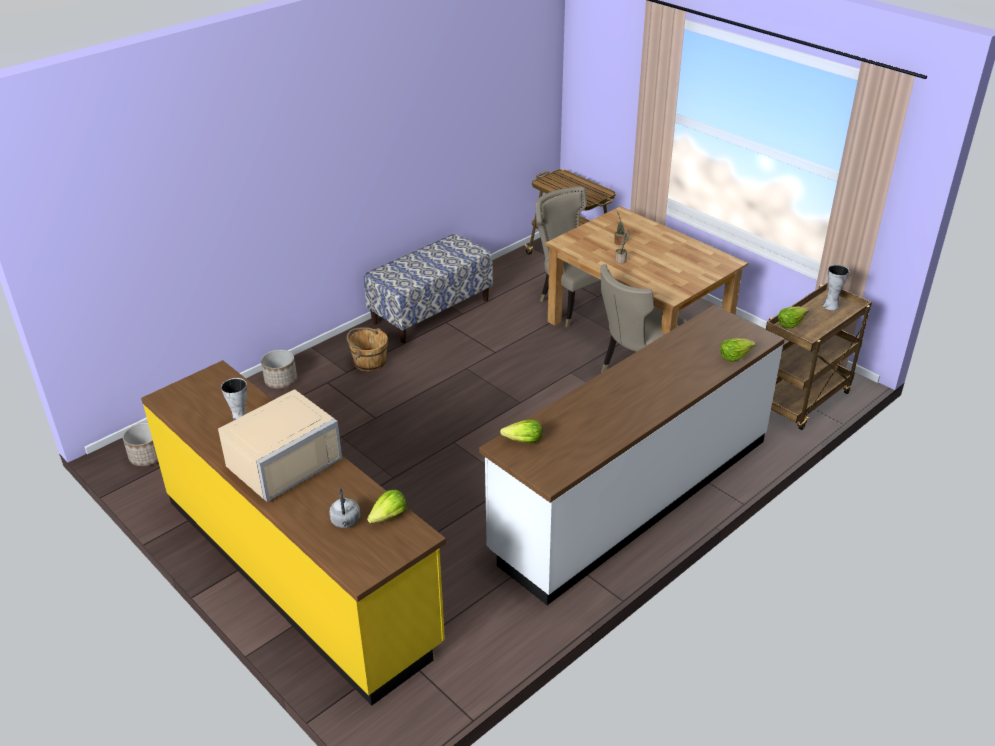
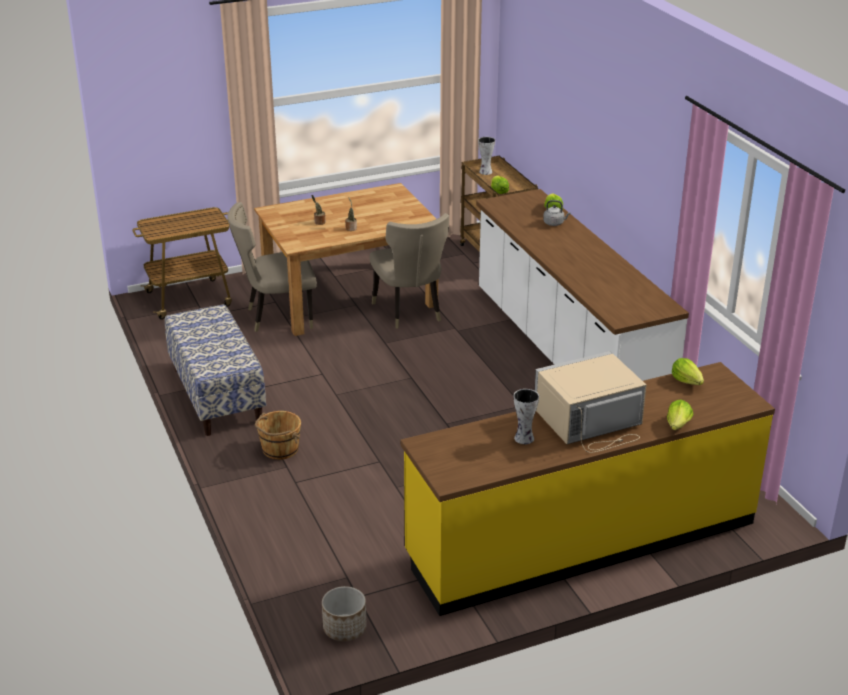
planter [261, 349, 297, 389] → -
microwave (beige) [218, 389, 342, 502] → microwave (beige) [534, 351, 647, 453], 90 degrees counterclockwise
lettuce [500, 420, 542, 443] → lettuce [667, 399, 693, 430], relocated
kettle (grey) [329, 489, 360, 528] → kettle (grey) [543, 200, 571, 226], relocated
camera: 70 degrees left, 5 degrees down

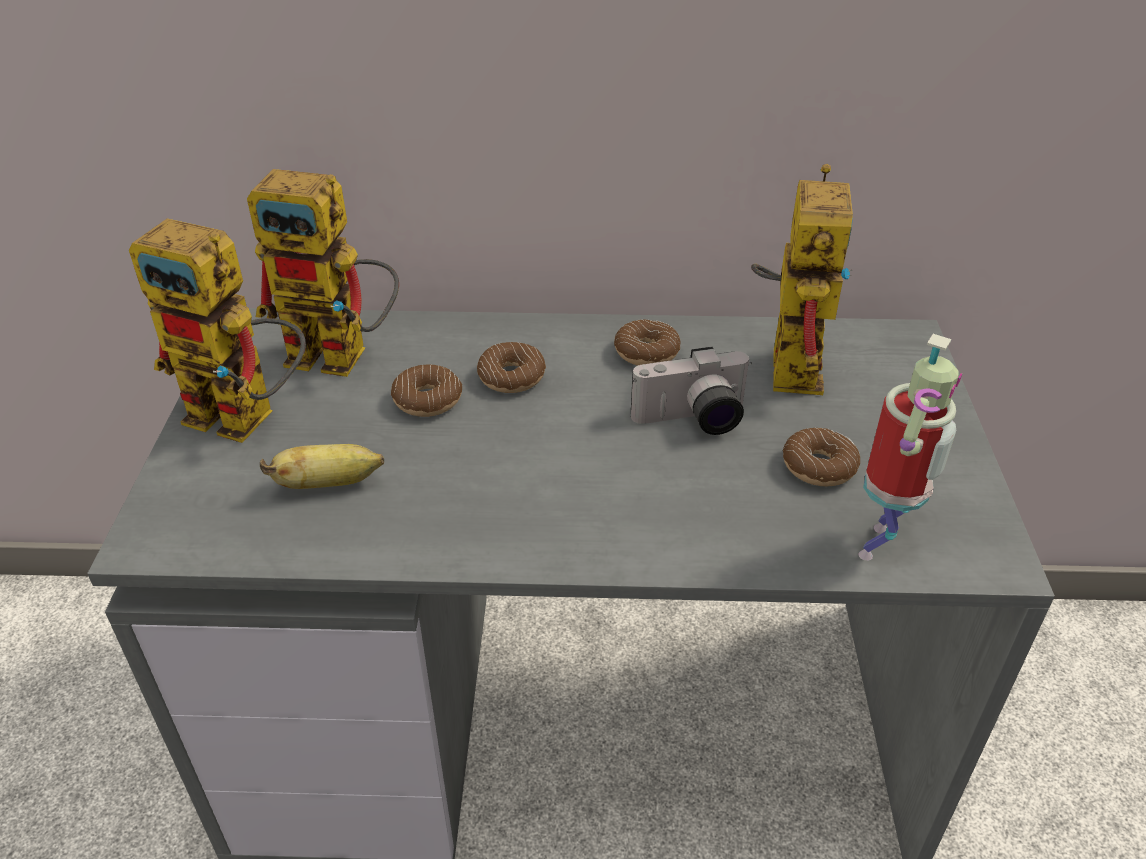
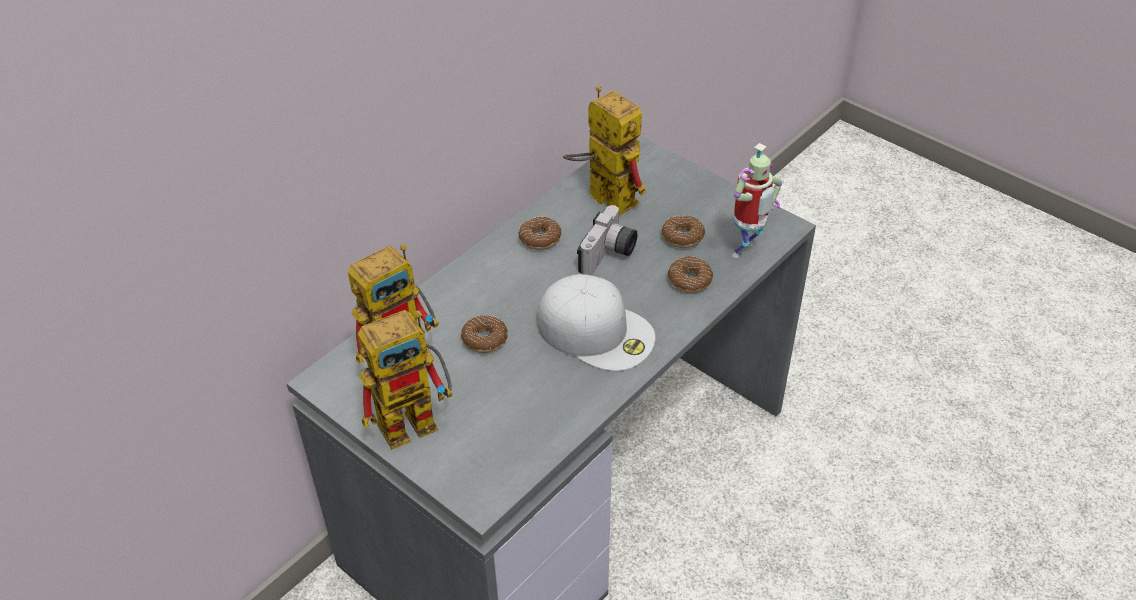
toy robot [858, 334, 962, 561] → toy robot [732, 143, 782, 258], 60 degrees clockwise
donut [477, 342, 546, 393] → donut [668, 256, 713, 293], relocated
banana [260, 444, 384, 489] → -
- → cap (white) [537, 274, 656, 371]
camera: 50 degrees left, 5 degrees up

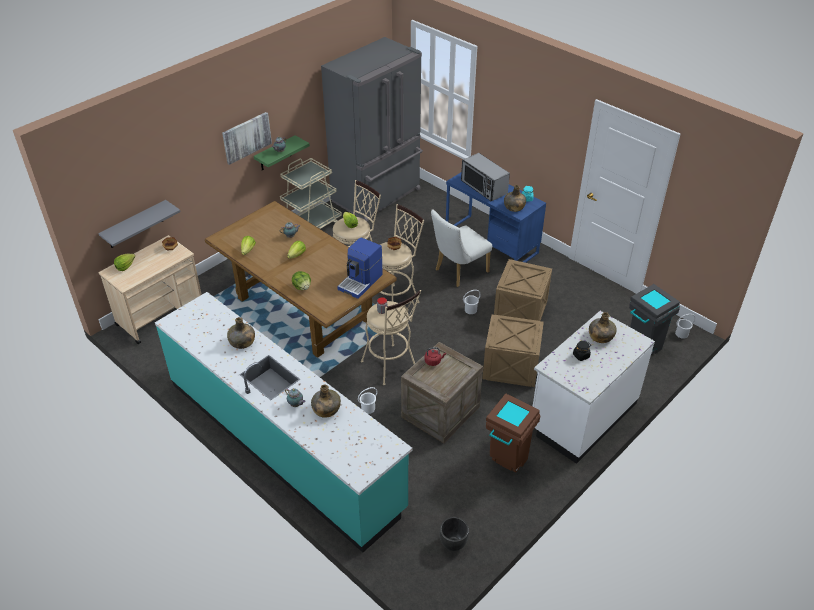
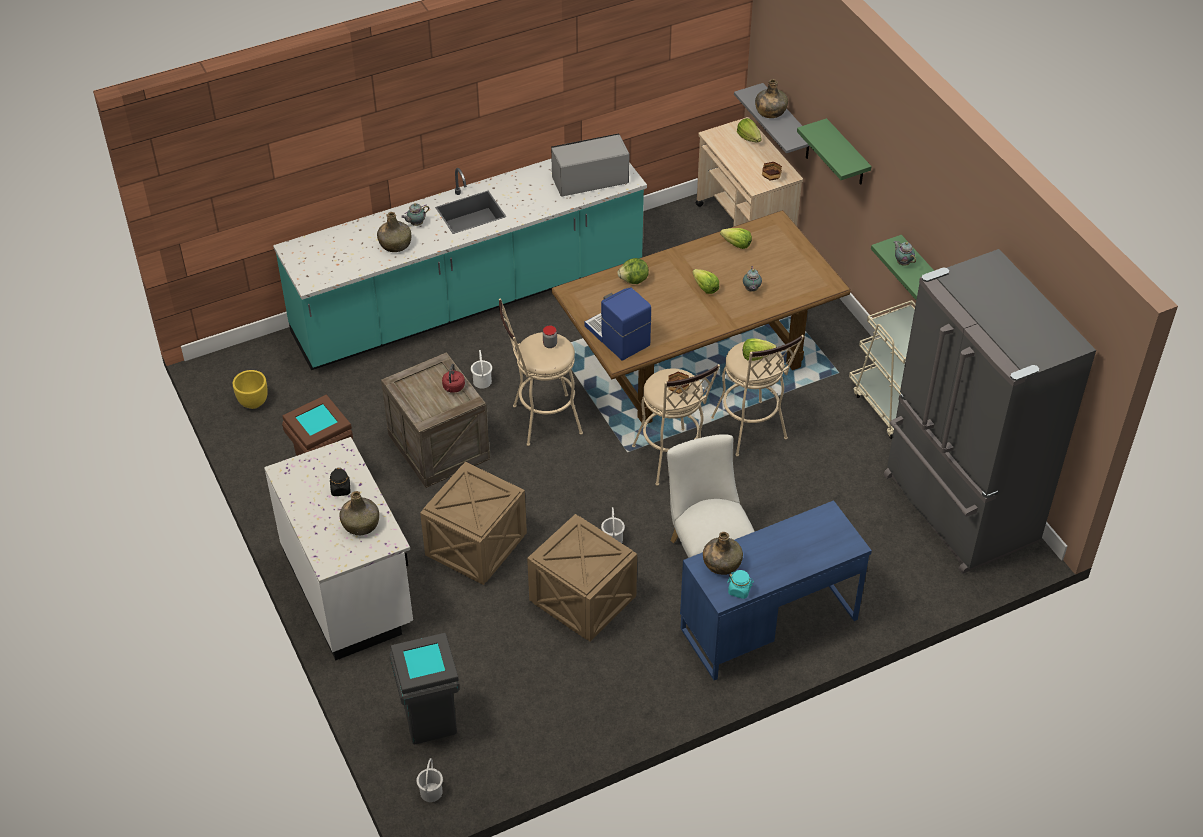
picture [222, 112, 272, 165] → -
microwave [461, 153, 510, 201] → microwave [551, 134, 629, 197], relocated
bottle (green) [227, 317, 255, 349] → bottle (green) [755, 79, 788, 118], relocated
planter (black) [440, 517, 469, 551] → planter (yellow) [233, 370, 268, 409]
- → shelf (green) [797, 118, 871, 185]
camera: 110 degrees right, 5 degrees up

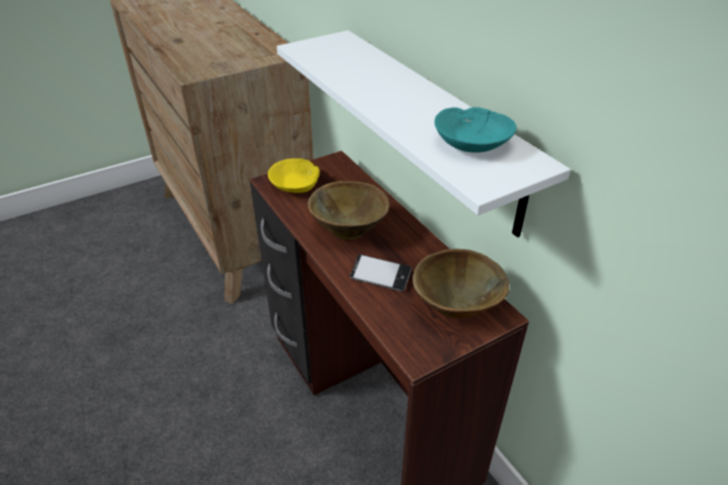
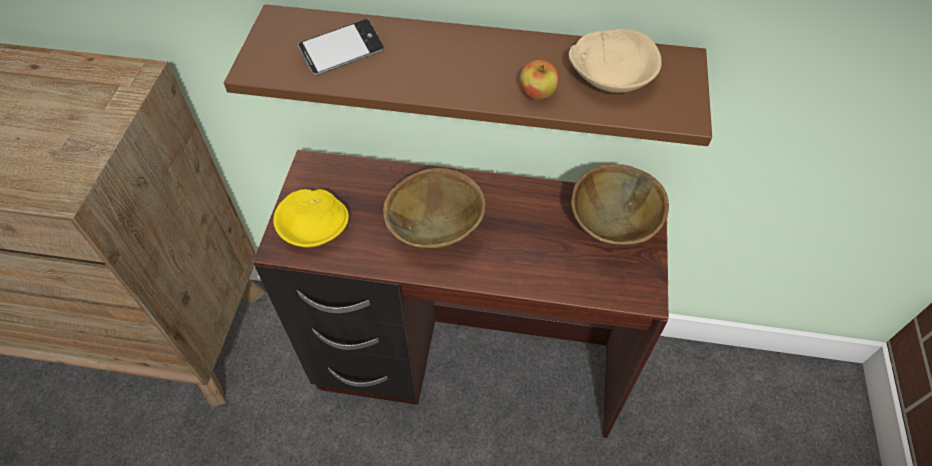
shelf (white) [277, 30, 571, 238] → shelf (brown) [224, 4, 712, 146]
bowl (turquoise) [434, 107, 517, 153] → bowl (beige) [569, 29, 662, 93]
phone [350, 254, 412, 291] → phone [298, 19, 384, 75], relocated
- → apple [520, 60, 559, 100]
camera: 50 degrees left, 15 degrees up

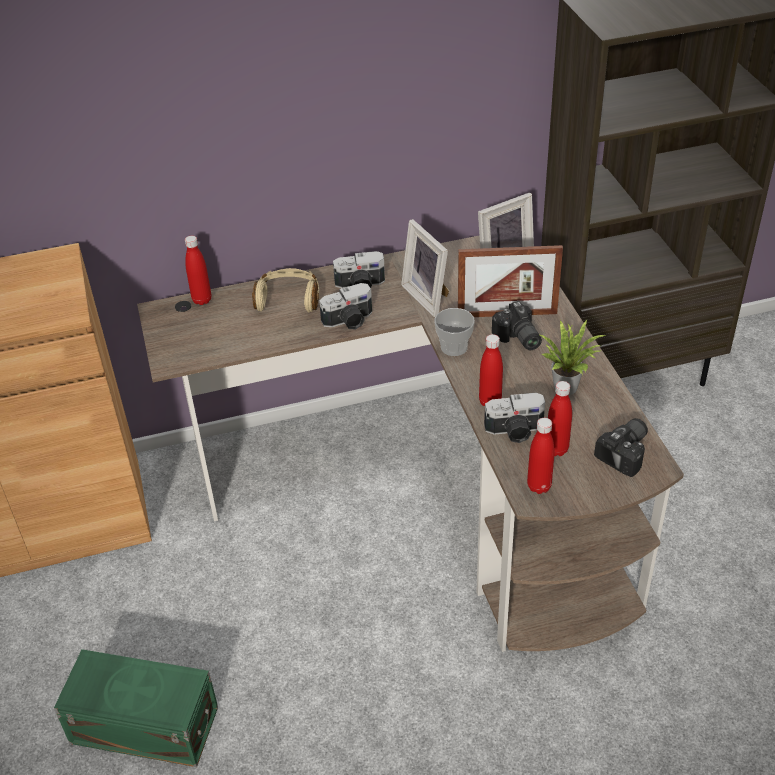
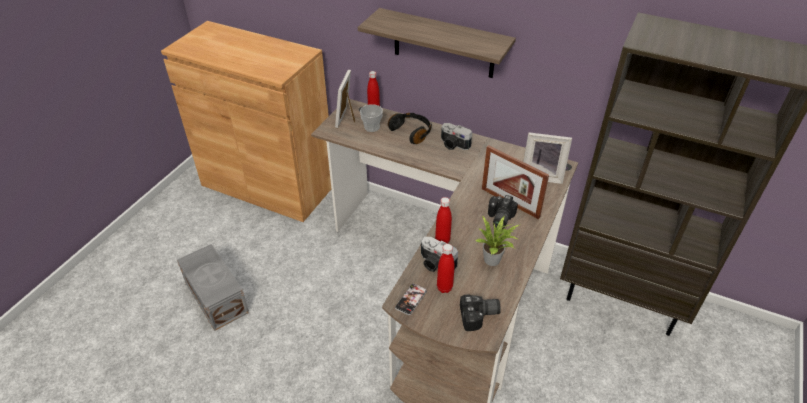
picture frame [401, 219, 449, 317] → picture frame [335, 70, 355, 128], relocated
headphones (beige) [252, 268, 319, 312] → headphones (black) [388, 113, 432, 144]
photo camera [319, 283, 372, 329] → -
cup [434, 308, 475, 356] → cup [360, 104, 383, 132], relocated
bottle (red) [527, 418, 555, 494] → phone [395, 284, 427, 315]
storage box (green) [54, 649, 218, 767] → storage box (grey) [177, 244, 249, 331]
- → shelf [358, 8, 516, 78]
camera: 40 degrees right, 0 degrees up

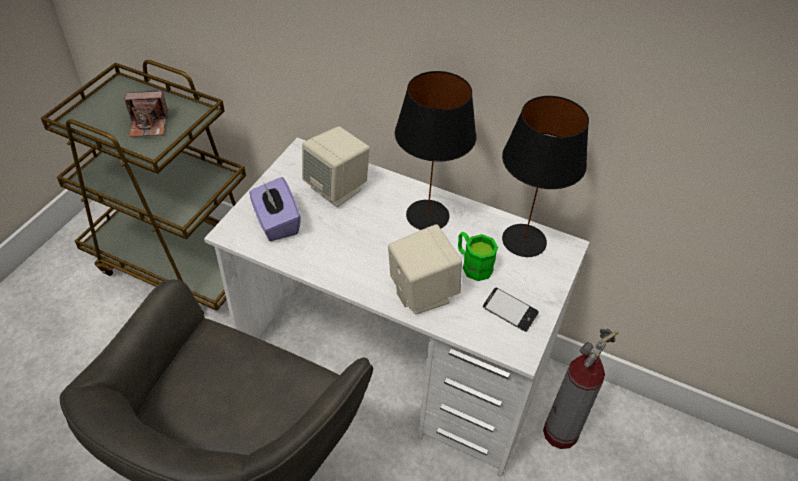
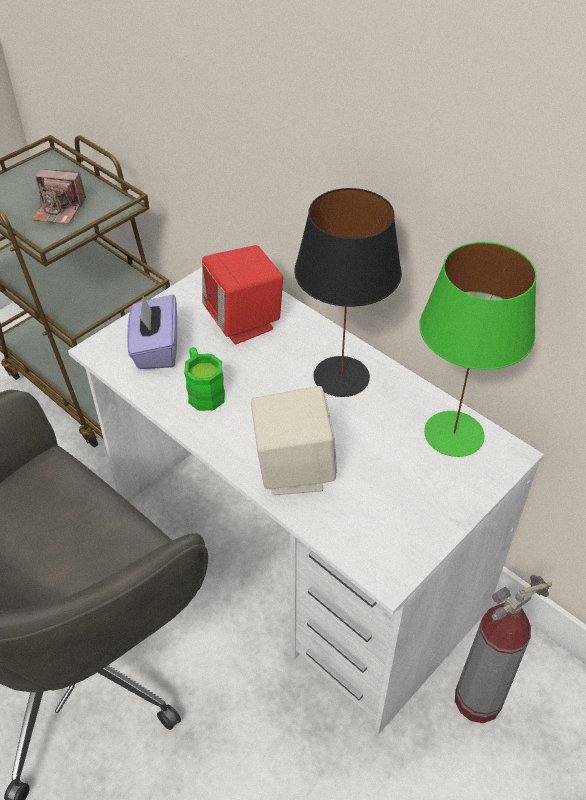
table lamp (black) [502, 96, 589, 257] → table lamp (green) [419, 242, 537, 457]
speaker (beige) [302, 126, 370, 207] → speaker (red) [202, 245, 283, 344]
mug (green) [458, 232, 498, 281] → mug (green) [184, 347, 225, 411], relocated
phone [483, 287, 539, 332] → -
camera: 20 degrees right, 0 degrees up

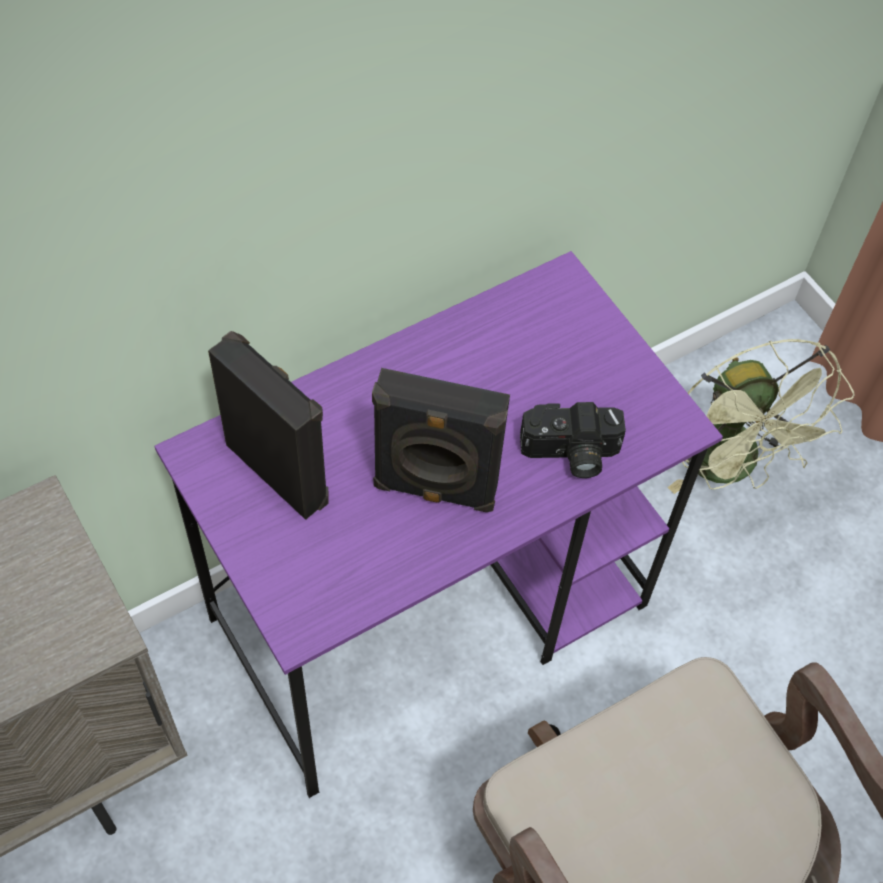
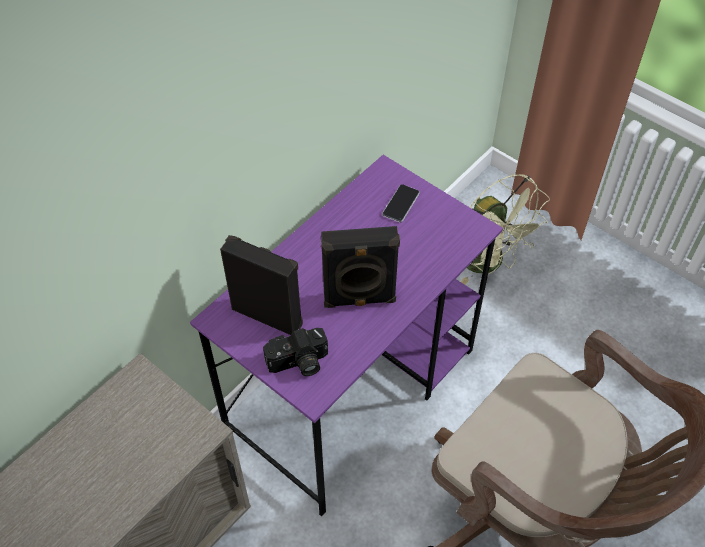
photo camera [520, 402, 626, 478] → photo camera [263, 328, 328, 376], relocated
- → phone [382, 184, 420, 222]
camera: 15 degrees left, 5 degrees down

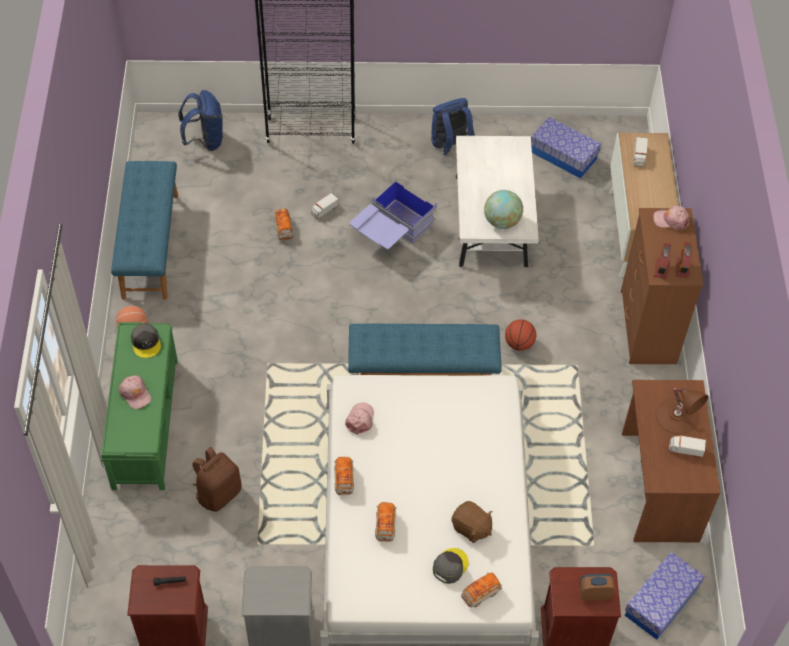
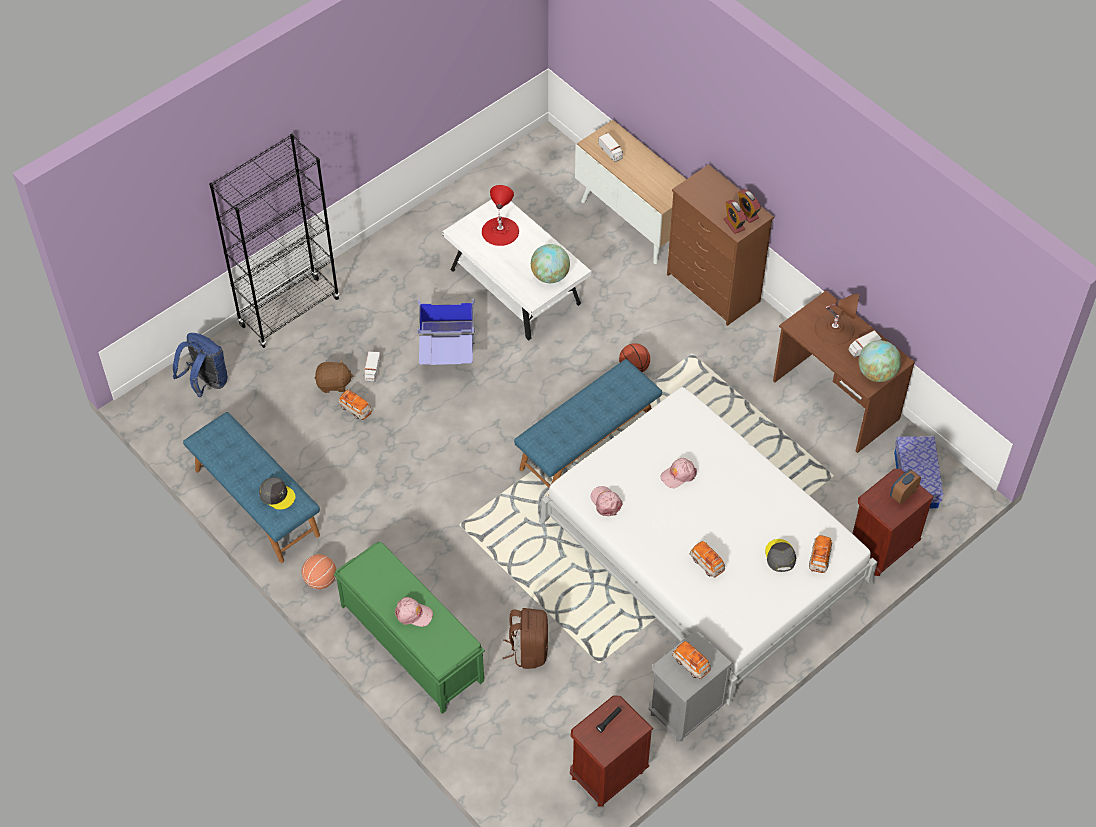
backpack (blue) [431, 98, 475, 155] → -
storage box [531, 117, 601, 179] → -
cap (pink) [653, 206, 690, 230] → cap (pink) [660, 458, 697, 488], relocated
cap (grey) [131, 323, 161, 358] → cap (grey) [259, 477, 295, 510], relocated
toy car [334, 457, 354, 495] → toy car [672, 641, 711, 679], relocated
plush toy (brown) [451, 501, 492, 543] → plush toy (brown) [315, 359, 353, 393], relocated
- → table lamp (red) [482, 185, 519, 246]
- → globe [859, 340, 901, 382]
camera: 40 degrees left, 0 degrees up

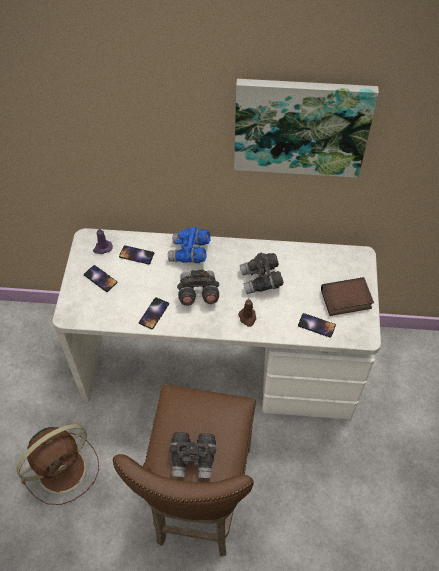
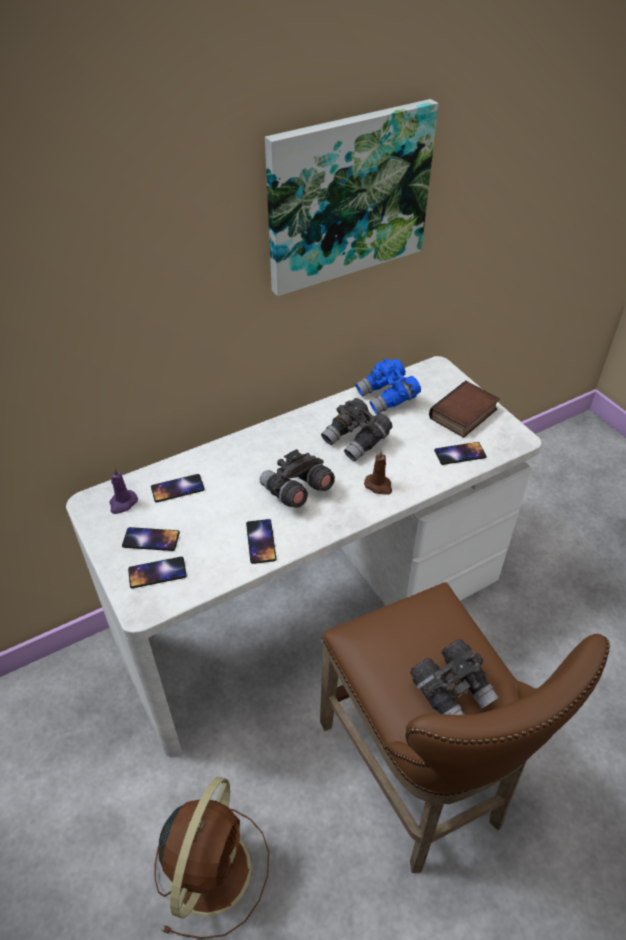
binoculars (blue) [168, 227, 210, 263] → binoculars (blue) [355, 358, 421, 414], relocated
- → phone [128, 557, 187, 588]
camera: 35 degrees left, 10 degrees down

